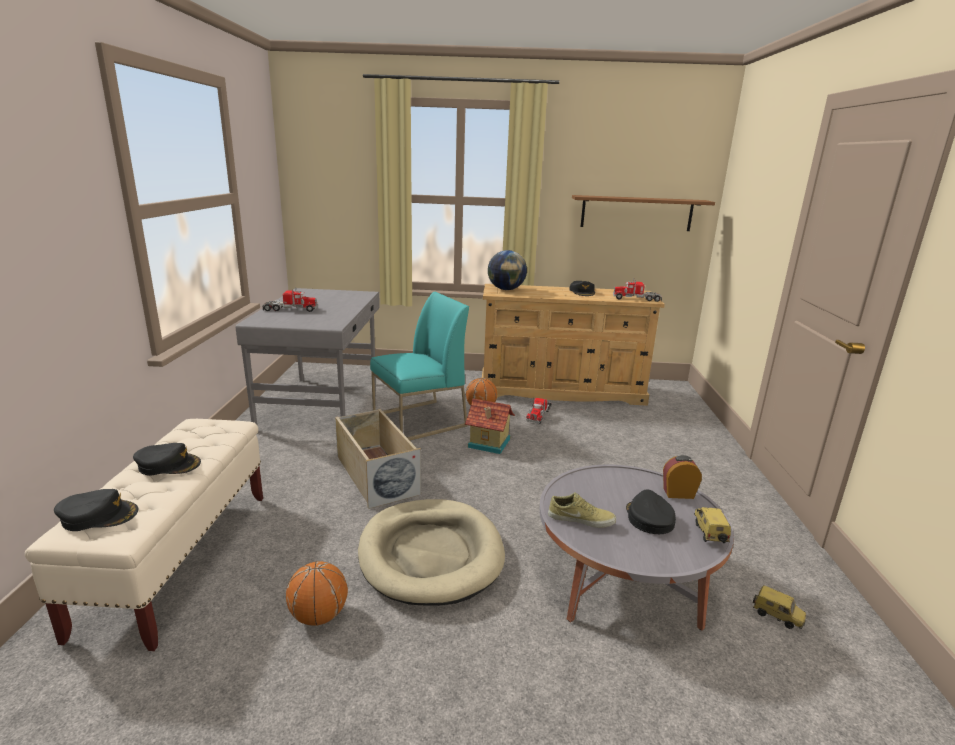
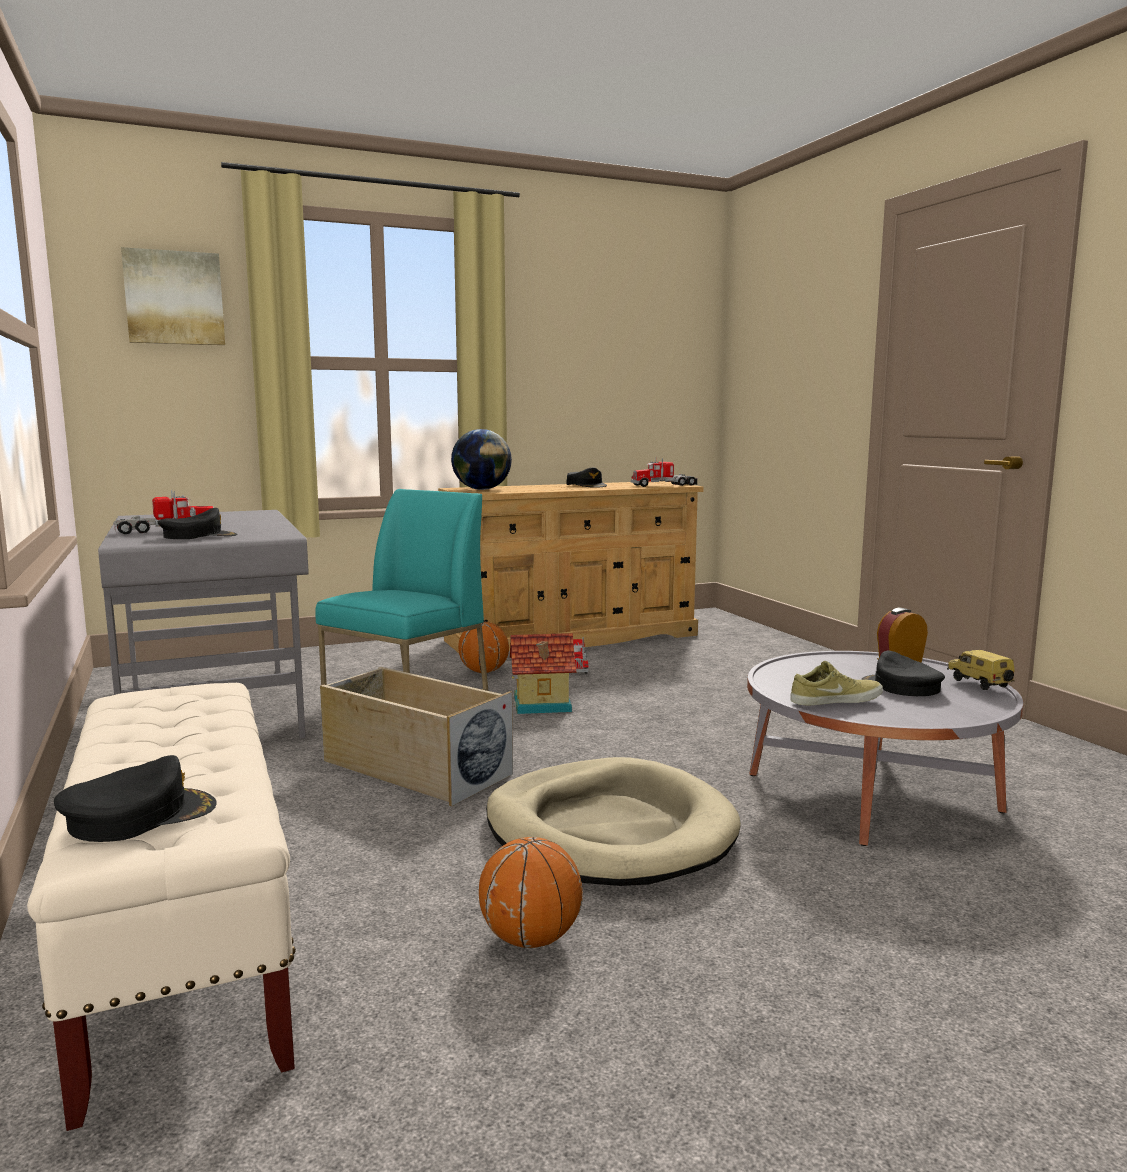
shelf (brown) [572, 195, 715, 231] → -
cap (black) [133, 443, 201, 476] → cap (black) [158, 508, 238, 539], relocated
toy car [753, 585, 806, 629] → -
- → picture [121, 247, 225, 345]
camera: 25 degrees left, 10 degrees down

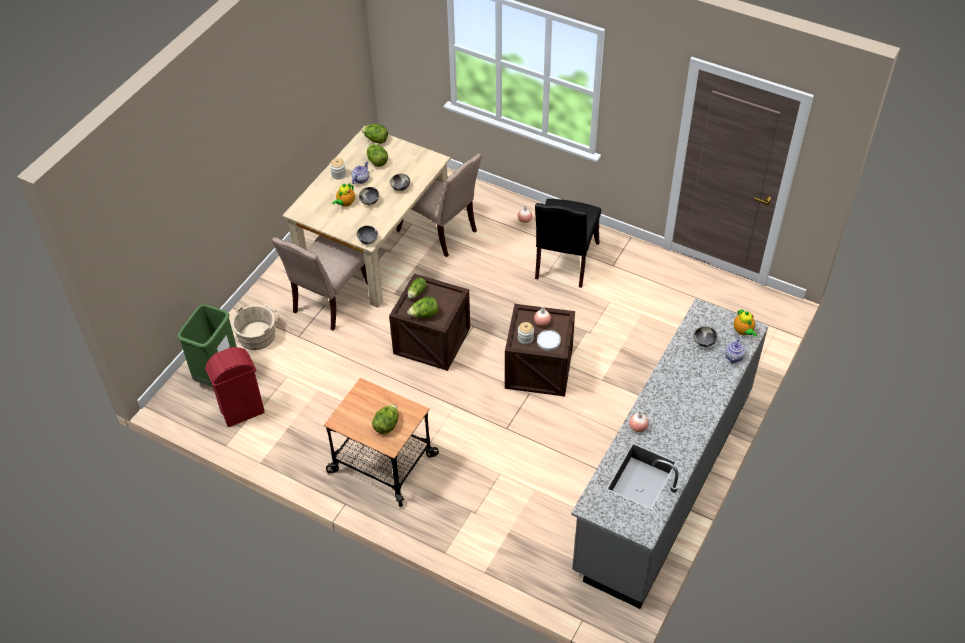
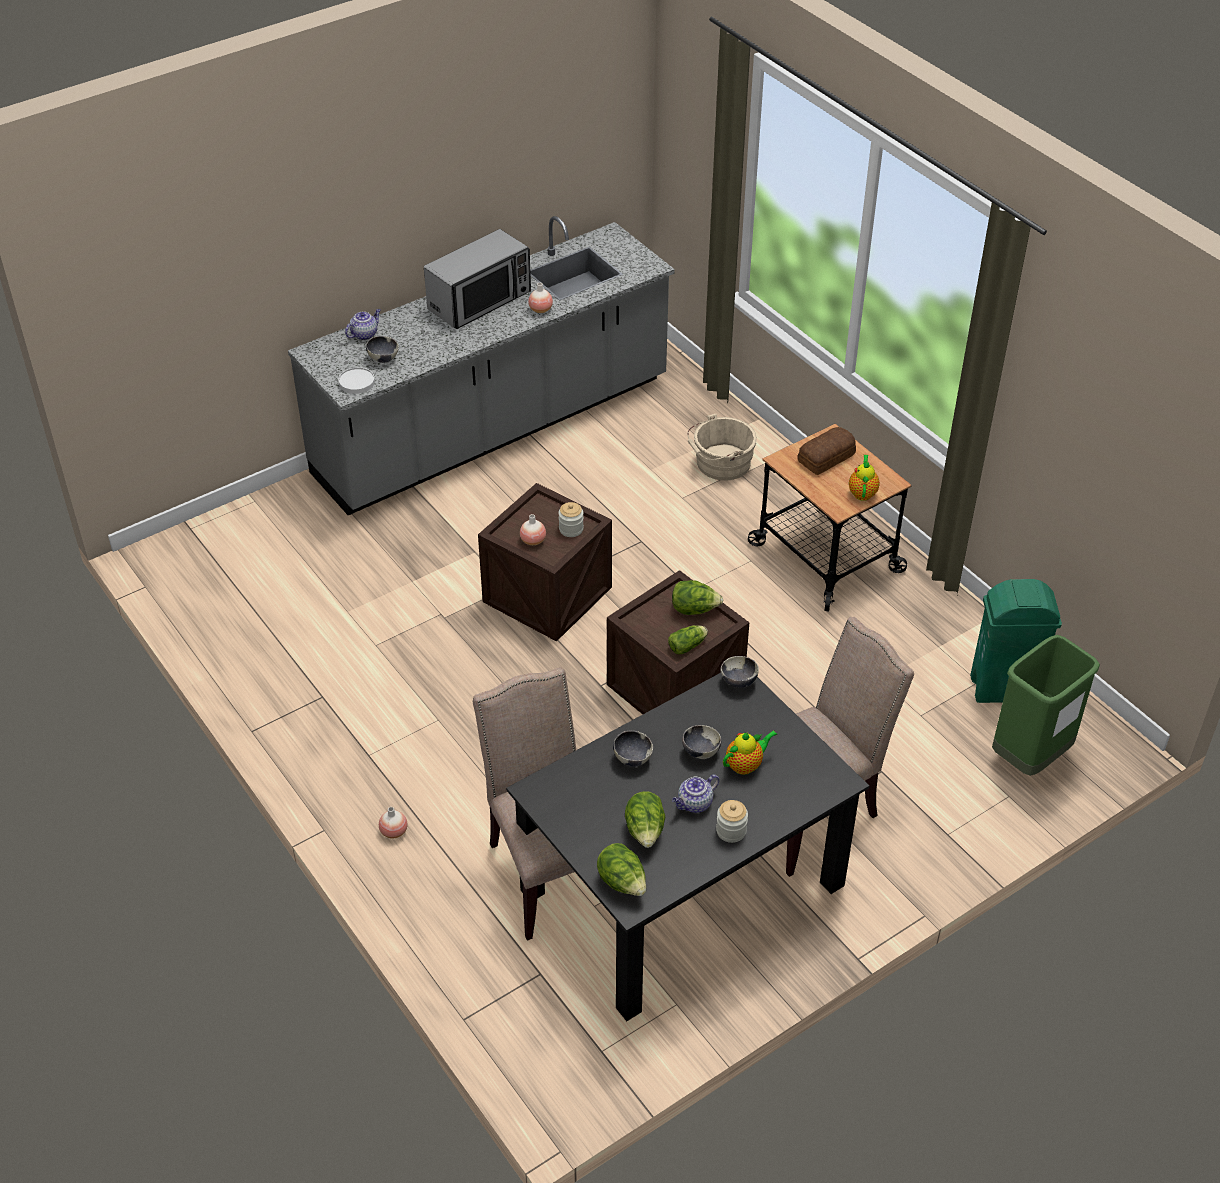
dining table (beige) [282, 130, 451, 308] → dining table (black) [506, 673, 869, 1021]
chair (black) [535, 199, 601, 288] → -
bucket (beige) [232, 302, 280, 350] → bucket (beige) [687, 414, 757, 480], relocated
teapot [734, 309, 757, 337] → teapot [849, 455, 880, 501], relocated
plate (white) [537, 330, 561, 351] → plate (white) [338, 367, 375, 394], relocated
trash can (red) [205, 347, 265, 427] → trash can (green) [970, 579, 1062, 703]
lettuce [372, 404, 398, 434] → bread [797, 427, 856, 475]
- → microwave [424, 229, 531, 329]
camera: 155 degrees left, 5 degrees down

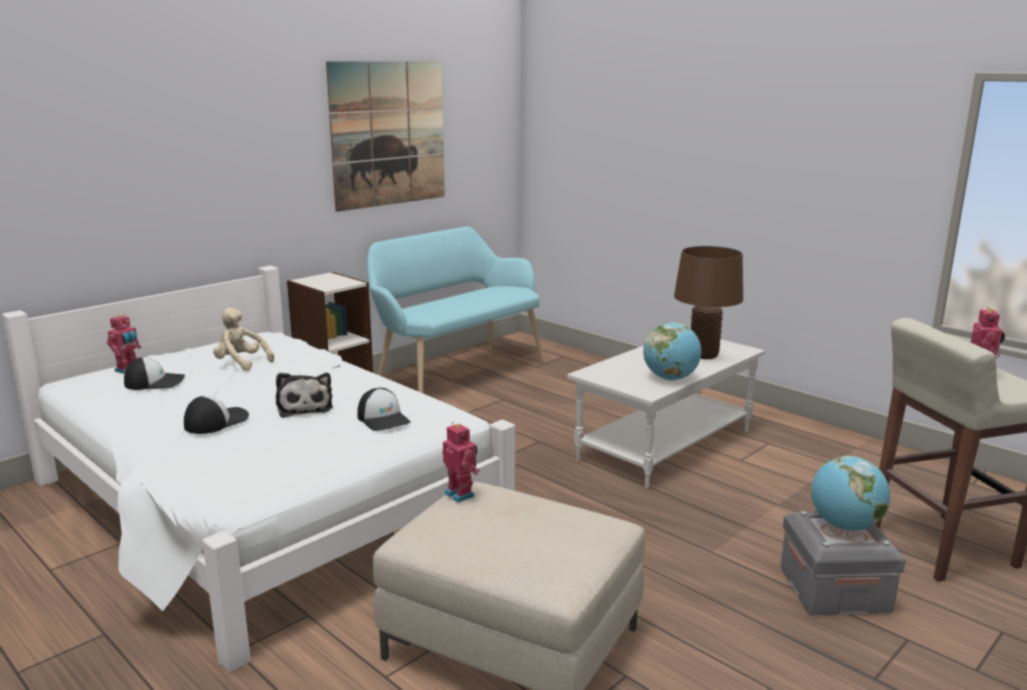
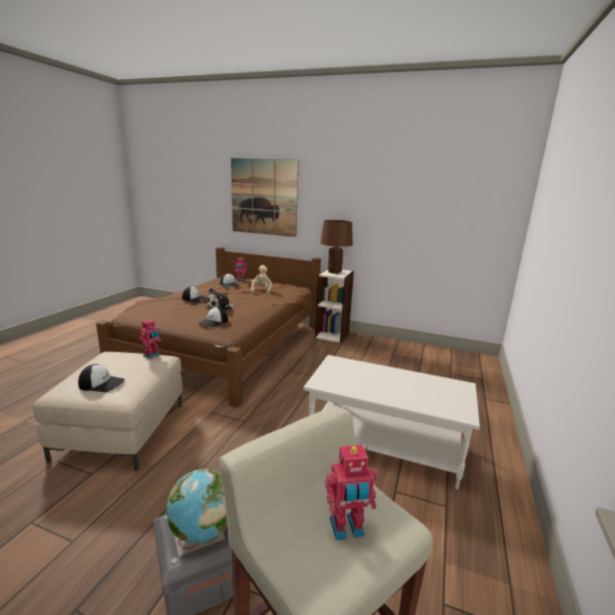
picture [326, 61, 445, 212] → picture [231, 158, 299, 237], relocated
bench (turquoise) [367, 227, 545, 393] → -
table lamp (brown) [674, 246, 743, 359] → table lamp (brown) [320, 220, 353, 274], relocated
bed (white) [2, 266, 515, 672] → bed (brown) [96, 247, 321, 408]
globe [643, 322, 701, 380] → -
- → cap [78, 364, 125, 392]
camera: 65 degrees right, 0 degrees up

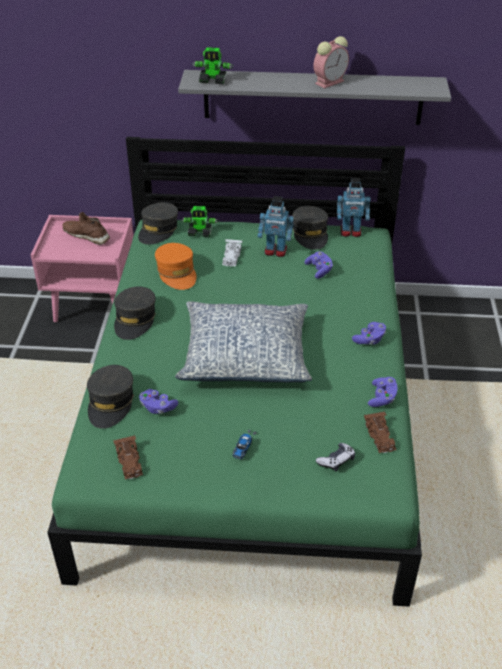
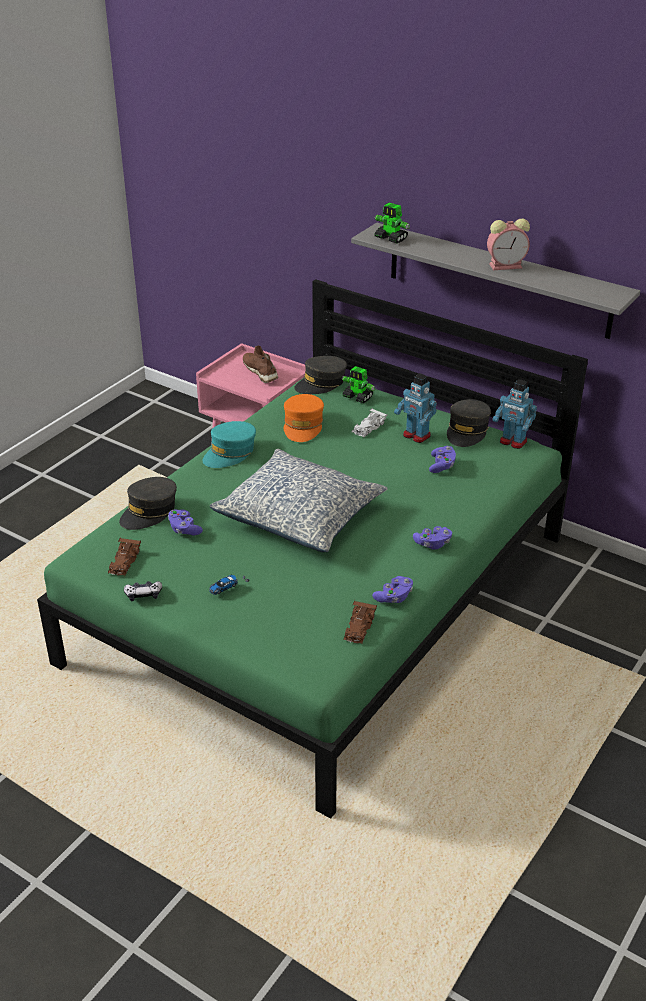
cap (grey) [114, 286, 156, 340] → cap (turquoise) [203, 421, 256, 468]
game controller [316, 443, 355, 472] → game controller [124, 581, 162, 601], relocated
camera: 30 degrees right, 5 degrees down

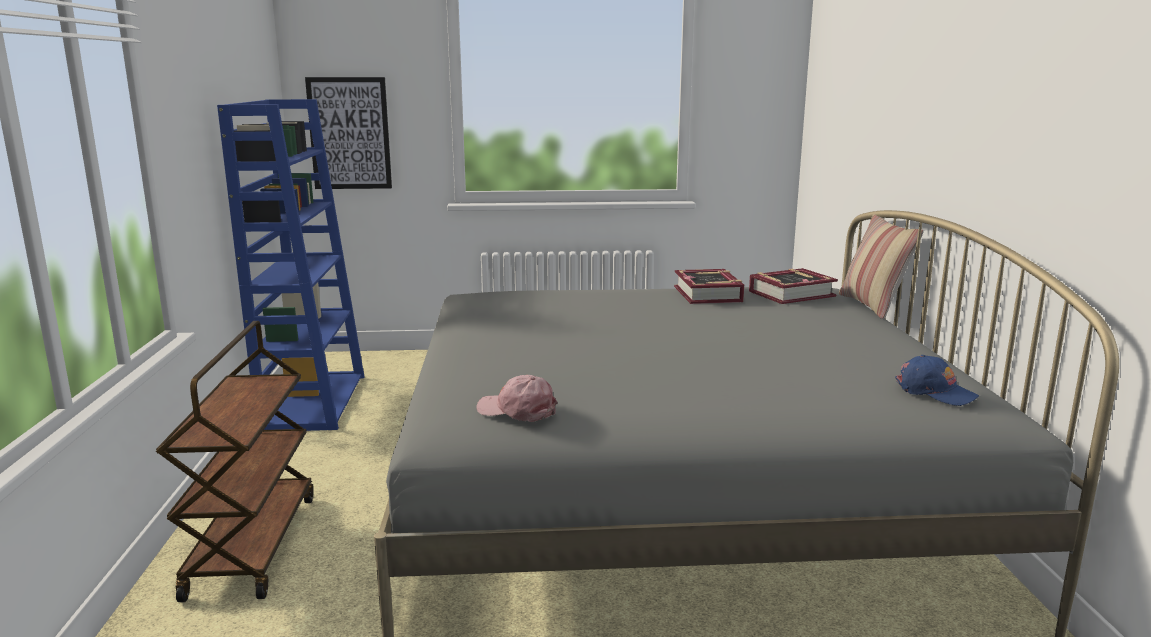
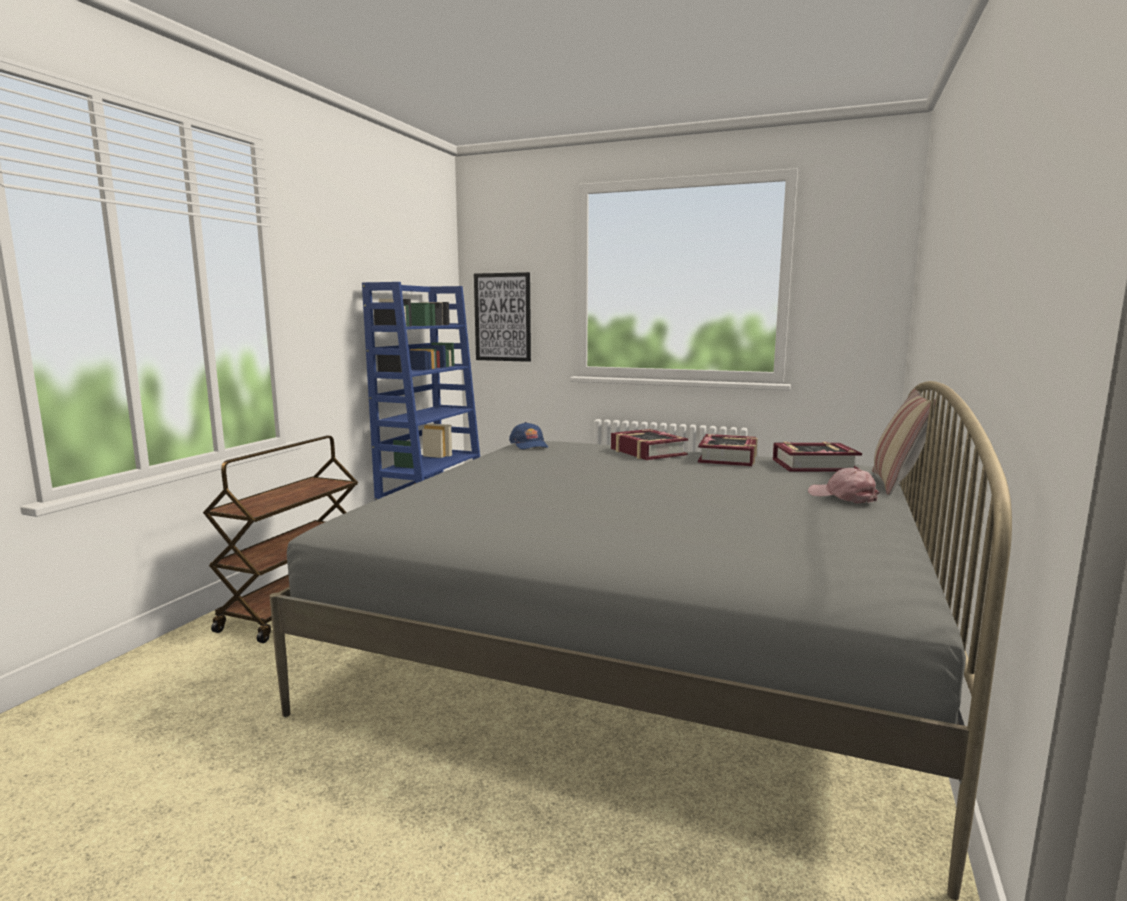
cap (blue) [895, 355, 979, 406] → cap (blue) [509, 422, 548, 449], relocated
cap (pink) [476, 375, 558, 422] → cap (pink) [808, 468, 880, 503], relocated
- → book [611, 429, 688, 460]
camera: 25 degrees right, 5 degrees down

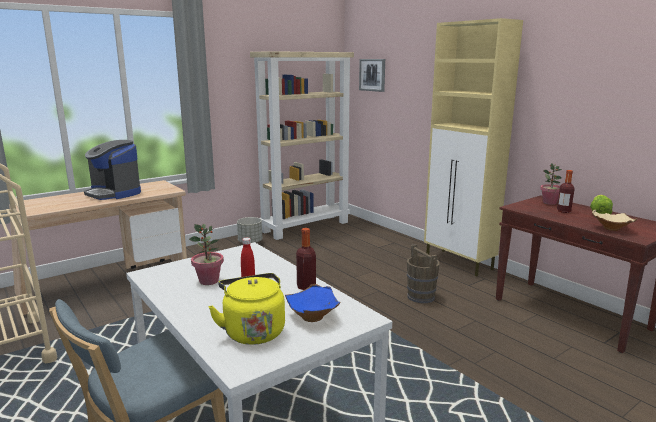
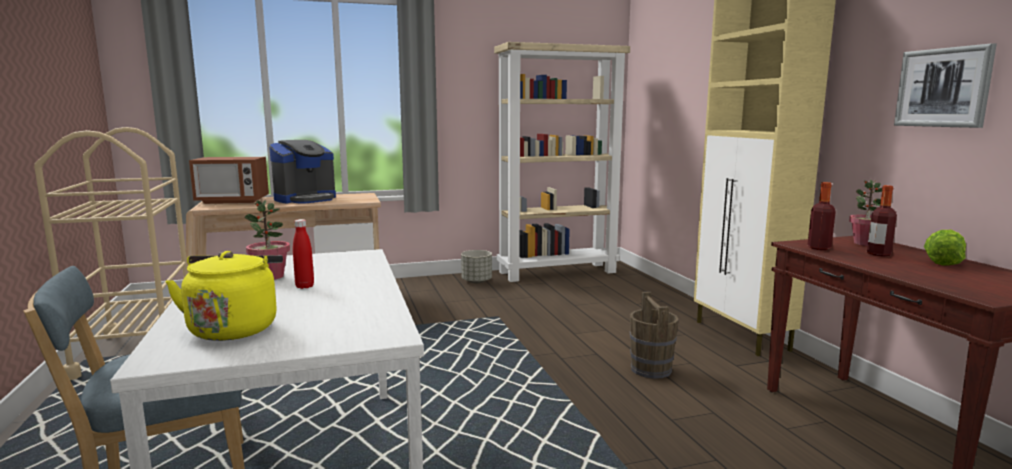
picture [359, 59, 385, 92] → picture [894, 43, 997, 128], relocated
coffee machine [84, 140, 141, 200] → coffee machine [269, 140, 336, 204], 105 degrees counterclockwise
bowl (beige) [592, 210, 637, 231] → -
bottle [296, 228, 316, 290] → bottle [808, 182, 836, 250], relocated
bowl (blue) [285, 284, 340, 322] → -
- → microwave [189, 157, 269, 204]
camera: 20 degrees right, 5 degrees down

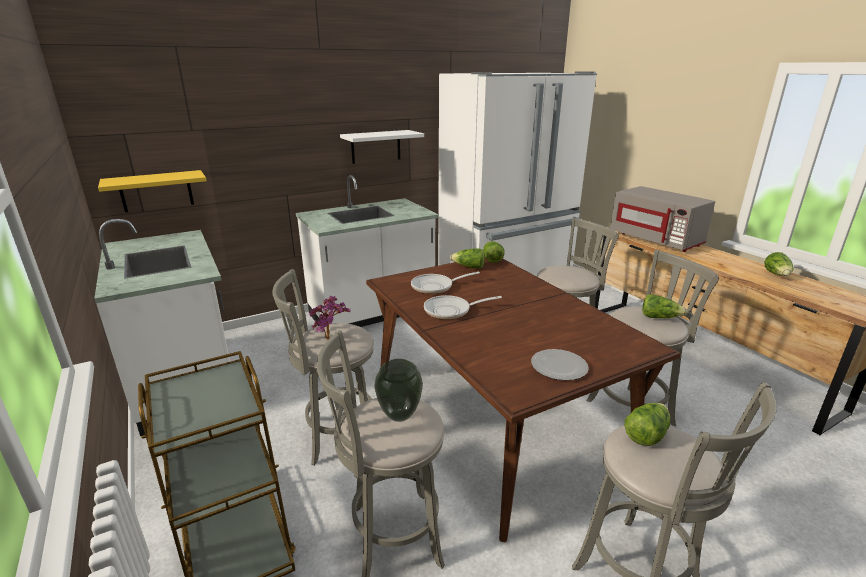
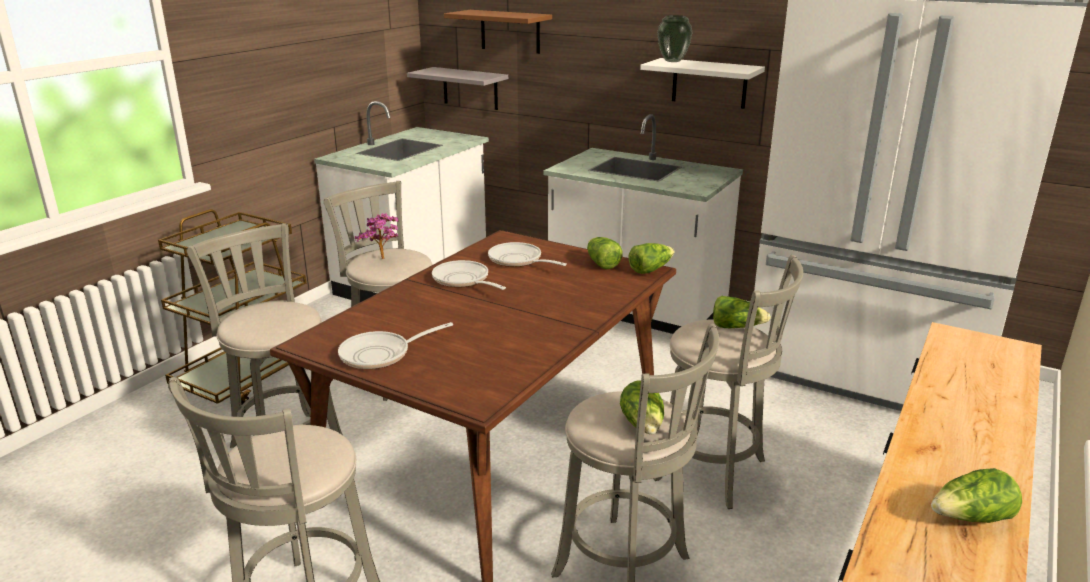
shelf (yellow) [98, 170, 207, 213] → shelf (grey) [407, 67, 508, 110]
microwave (grey) [610, 186, 715, 252] → -
plate [531, 349, 589, 380] → frying pan [338, 322, 453, 369]
vase [374, 359, 423, 422] → vase [657, 15, 692, 62], relocated
lettuce [624, 403, 670, 446] → lettuce [713, 296, 771, 328], relocated
- → shelf (brown) [444, 10, 552, 54]
camera: 60 degrees right, 0 degrees up

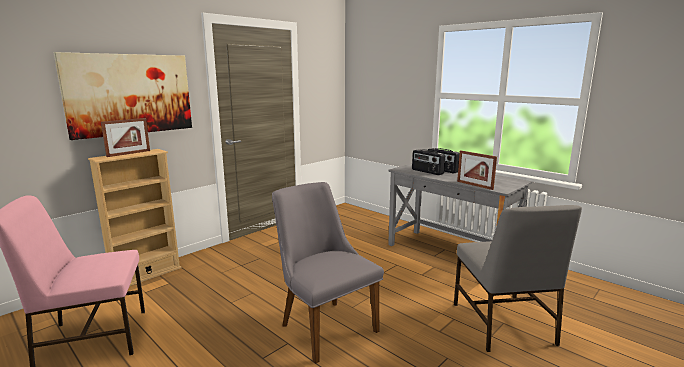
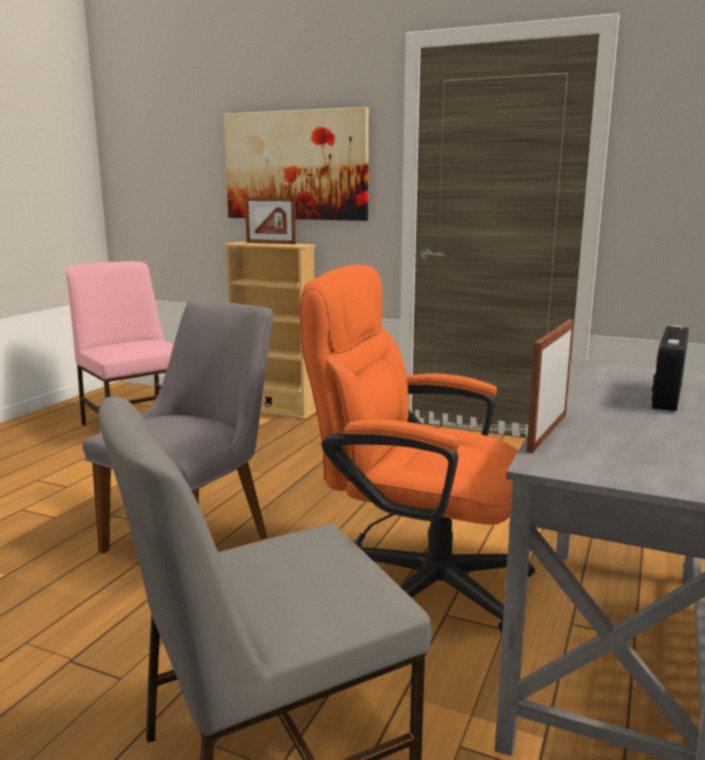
radio [412, 149, 445, 175] → -
- → office chair (orange) [299, 265, 535, 634]
camera: 70 degrees right, 0 degrees up

